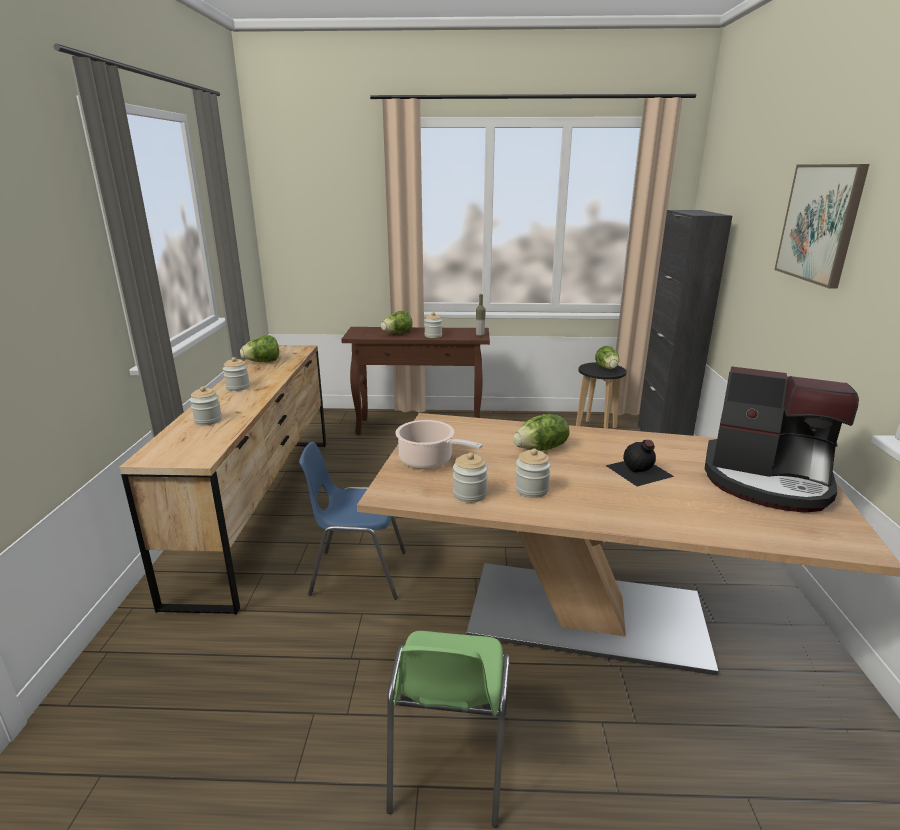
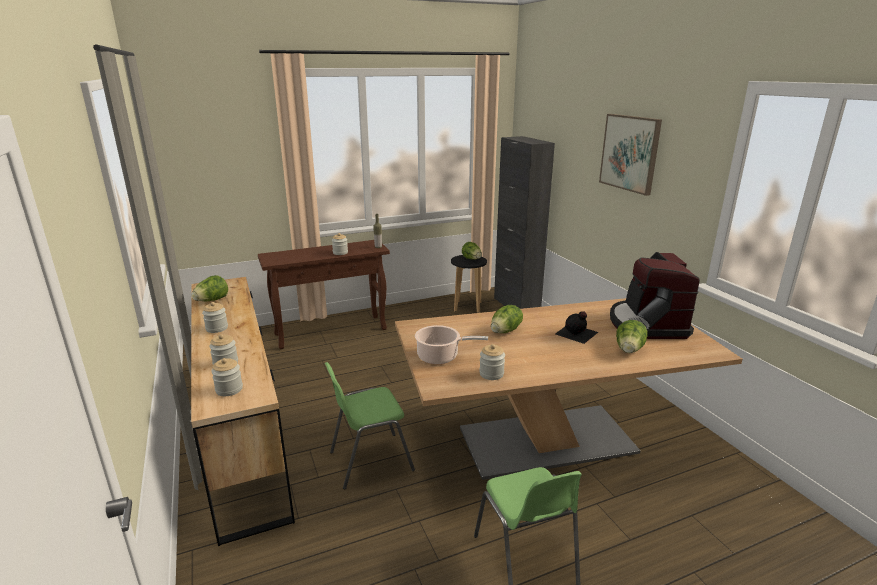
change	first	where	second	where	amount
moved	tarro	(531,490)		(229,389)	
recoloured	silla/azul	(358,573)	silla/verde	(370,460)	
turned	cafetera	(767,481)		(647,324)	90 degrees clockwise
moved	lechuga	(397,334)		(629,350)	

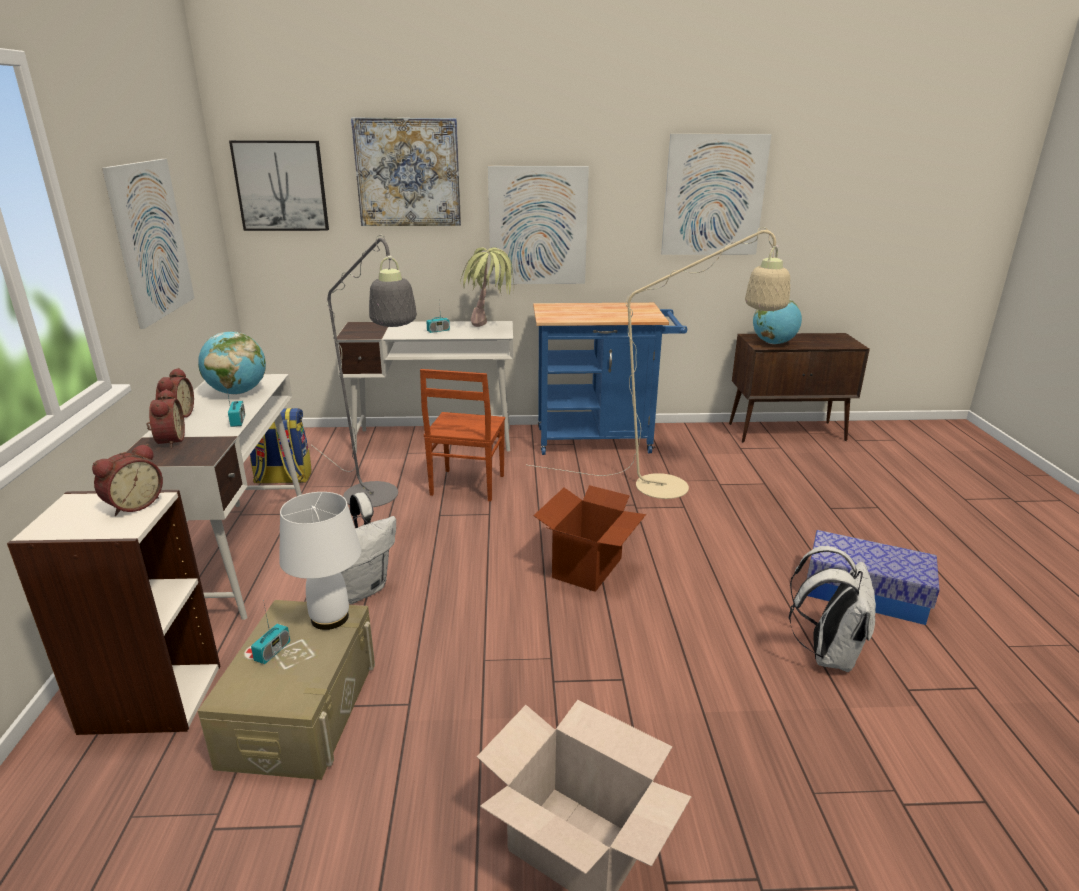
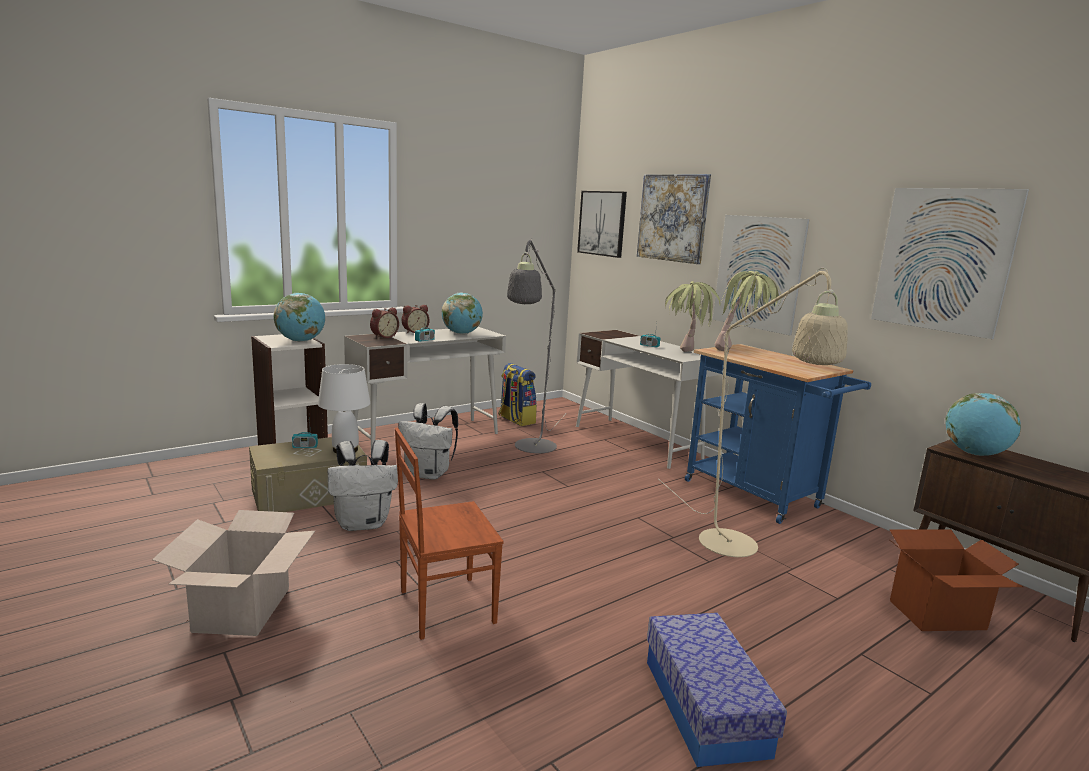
change	first	where	second	where	amount
replaced	despertador	(133,505)	globo terráqueo	(301,341)	
moved	mochila/blanco	(827,653)		(364,523)	
moved	silla/marrón	(466,486)		(445,606)	
added			planta en maceta	(741,351)	
moved	caja de cartón	(588,568)		(938,615)	
removed	cuadro	(151,240)			

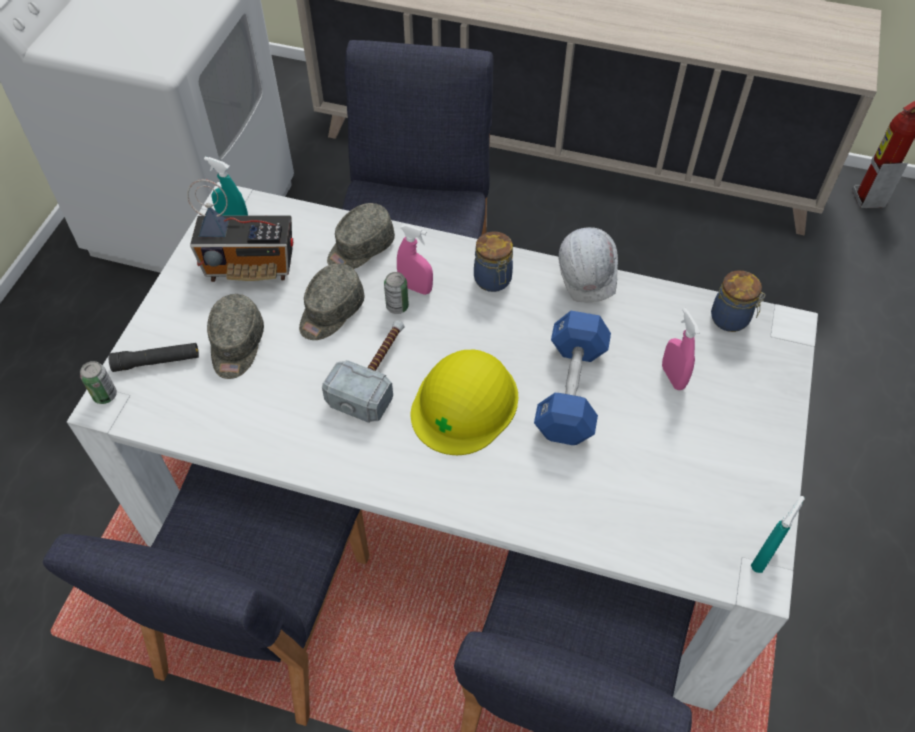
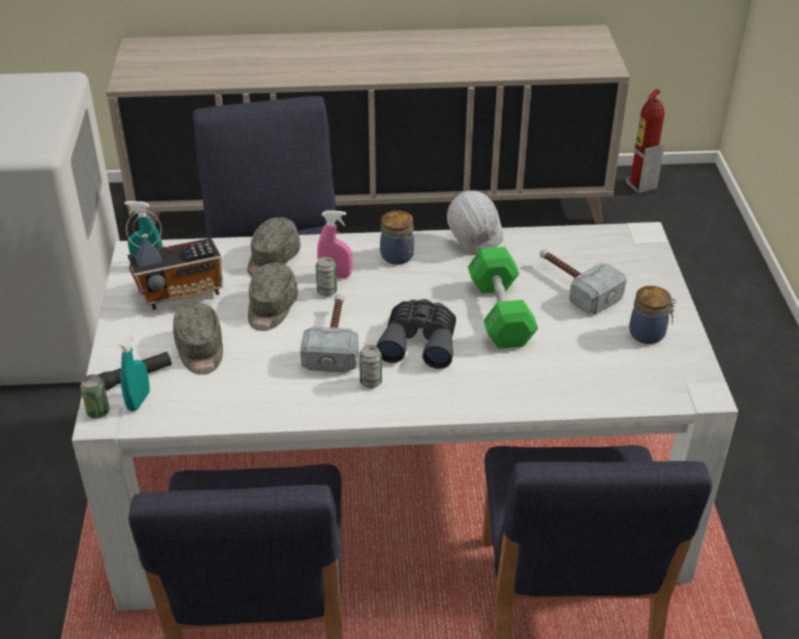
change	first	where	second	where	amount
moved	pulverizador/turquesa	(763,557)		(138,401)	
added			lata	(371,382)	
replaced	casco/amarillo	(465,403)	prismáticos/gris	(419,341)	
recoloured	mancuerna/azul	(571,390)	mancuerna/verde	(500,313)	
replaced	pulverizador/rosa	(673,377)	martillo	(574,286)	
moved	tarro	(731,319)		(648,334)	

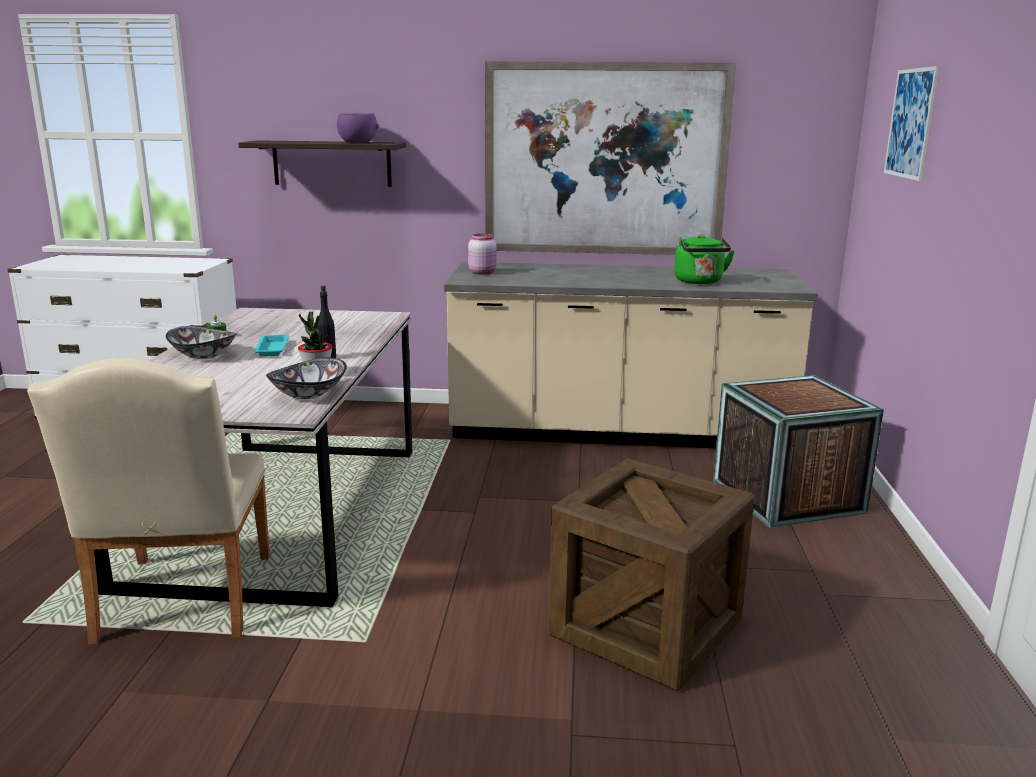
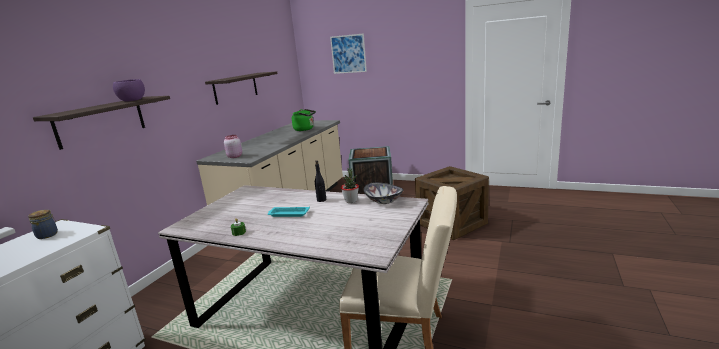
change	first	where	second	where	amount
added			tarro	(48,235)	
replaced	cuadro	(605,160)	estante	(235,88)	
removed	cuenco	(204,355)			

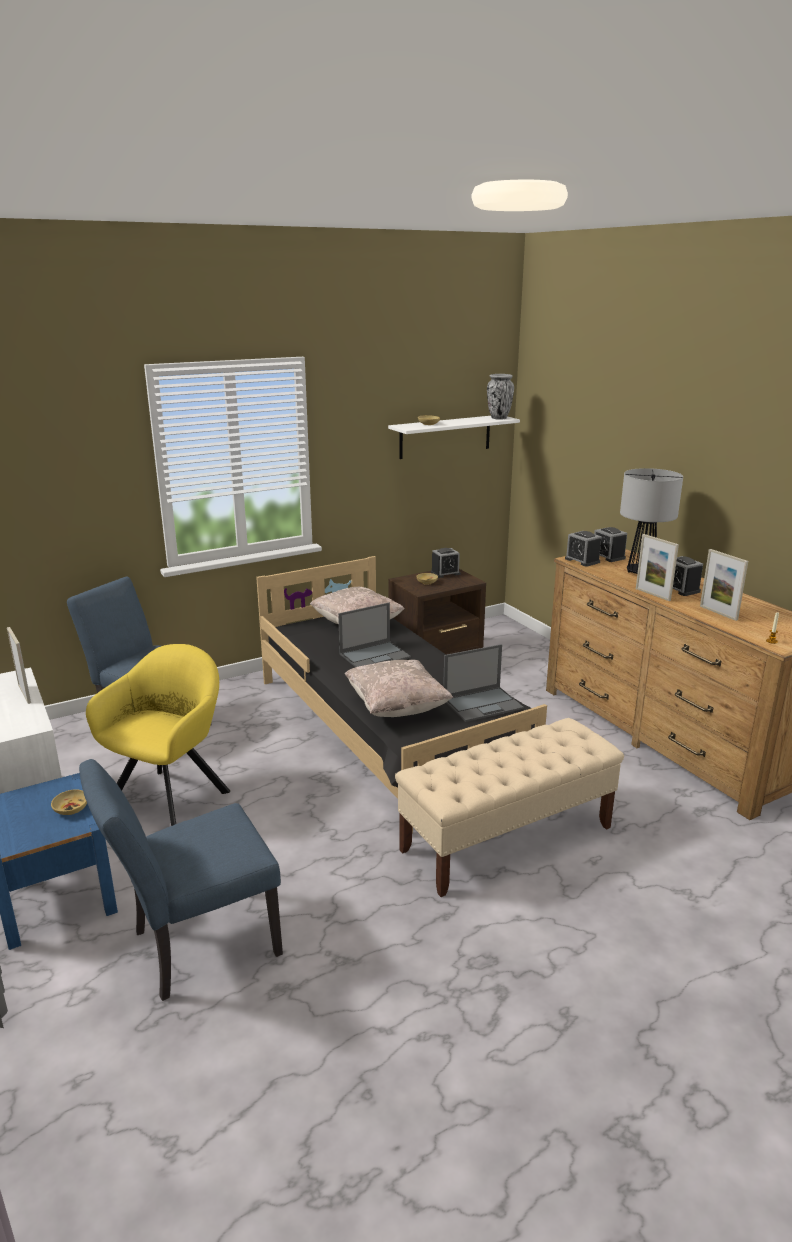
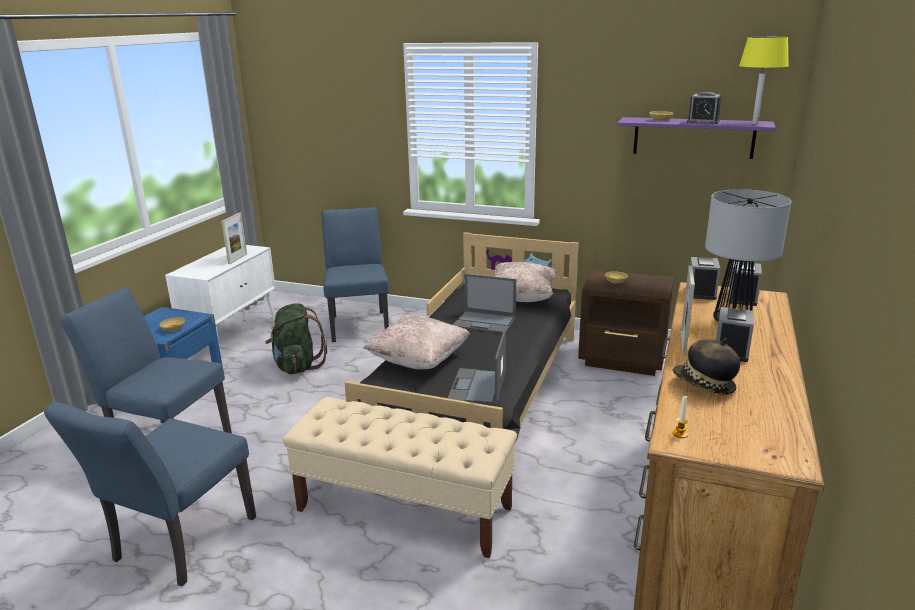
change	first	where	second	where	amount
added			silla/azul	(177,545)	
replaced	sillón/amarillo	(172,798)	mochila/verde	(297,366)	
turned	portátil	(483,704)		(477,387)	75 degrees clockwise
recoloured	estante/blanco	(445,436)	estante/morado	(693,137)	
replaced	portarretratos	(718,613)	sombrero	(704,385)	
moved	despertador	(445,573)		(703,122)	
replaced	florero	(498,418)	lámpara de mesa/amarillo	(754,123)	

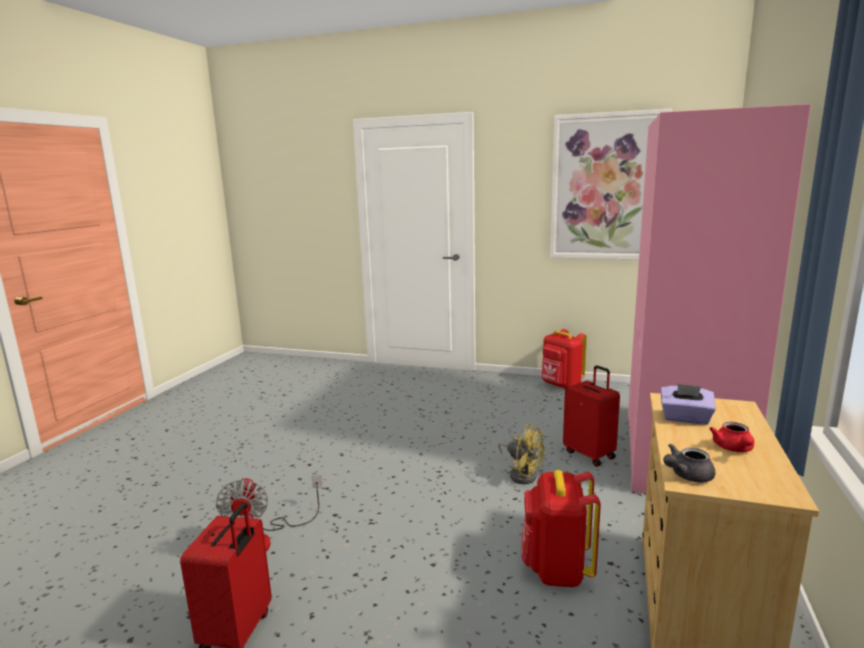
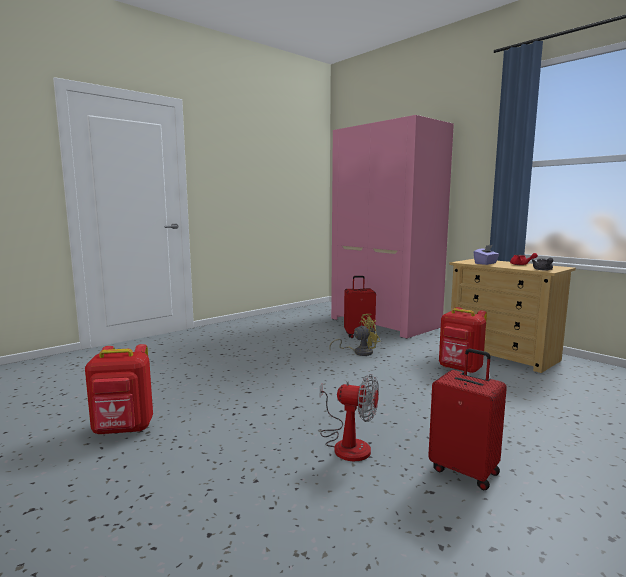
change	first	where	second	where	amount
moved	mochila/rojo	(561,385)		(123,430)	
removed	cuadro	(607,187)			

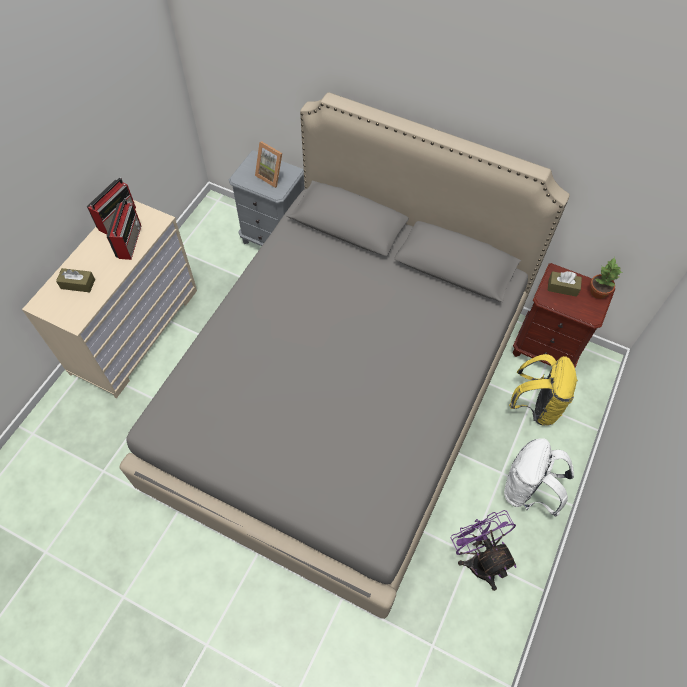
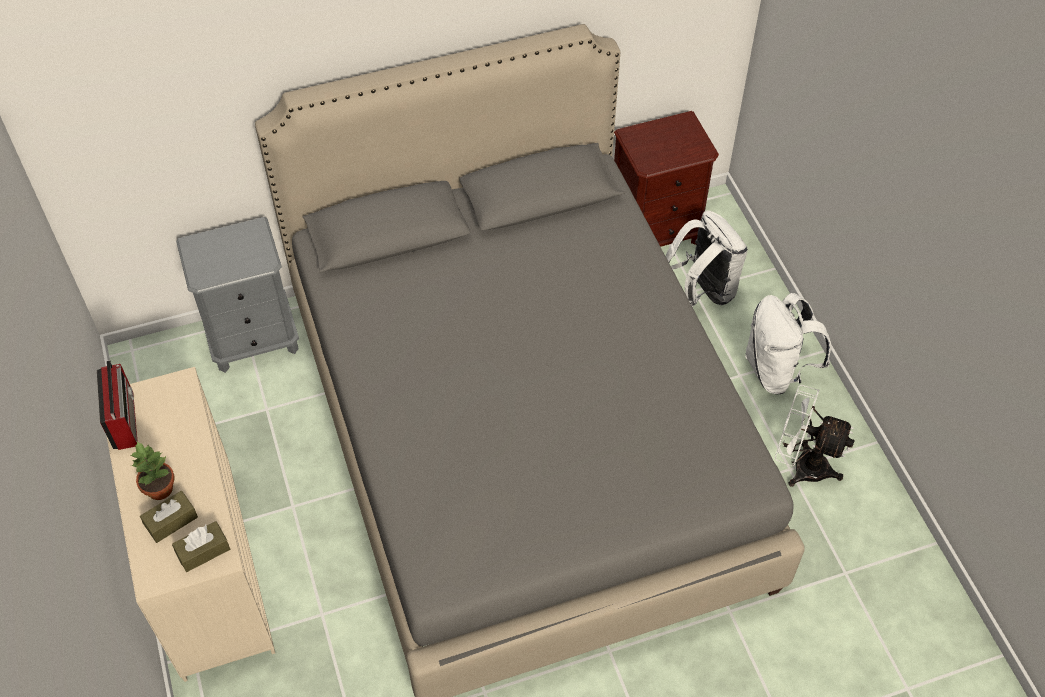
change	first	where	second	where	amount
moved	planta en maceta	(598,291)		(159,488)	
moved	caja de pañuelos/marrón	(562,287)		(203,551)	
recoloured	mochila/amarillo	(536,405)	mochila/blanco	(703,290)	
recoloured	ventilador/morado	(479,558)	ventilador/blanco	(801,465)	
removed	radio	(129,241)			
removed	portarretratos	(272,175)			

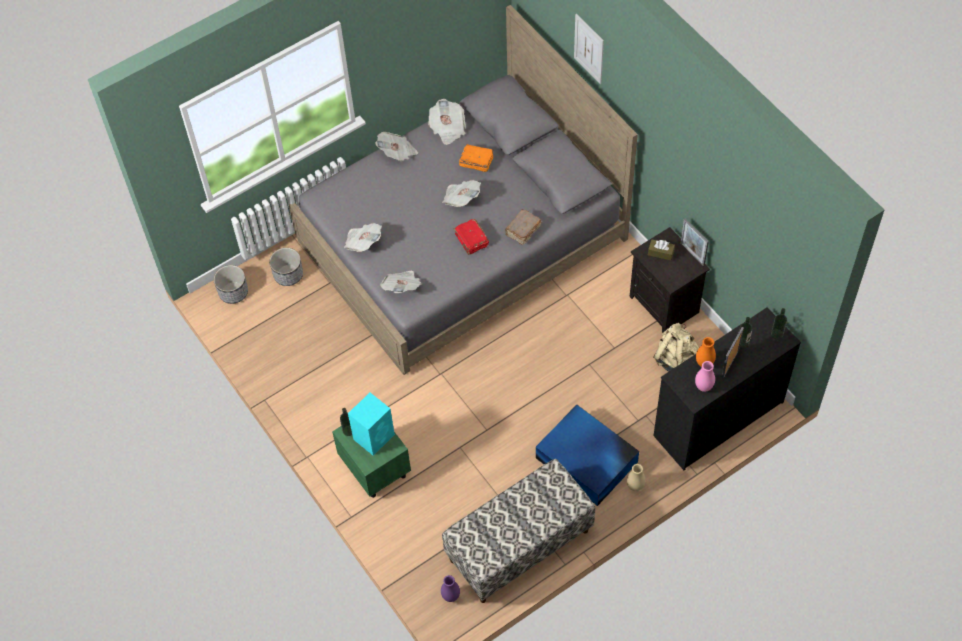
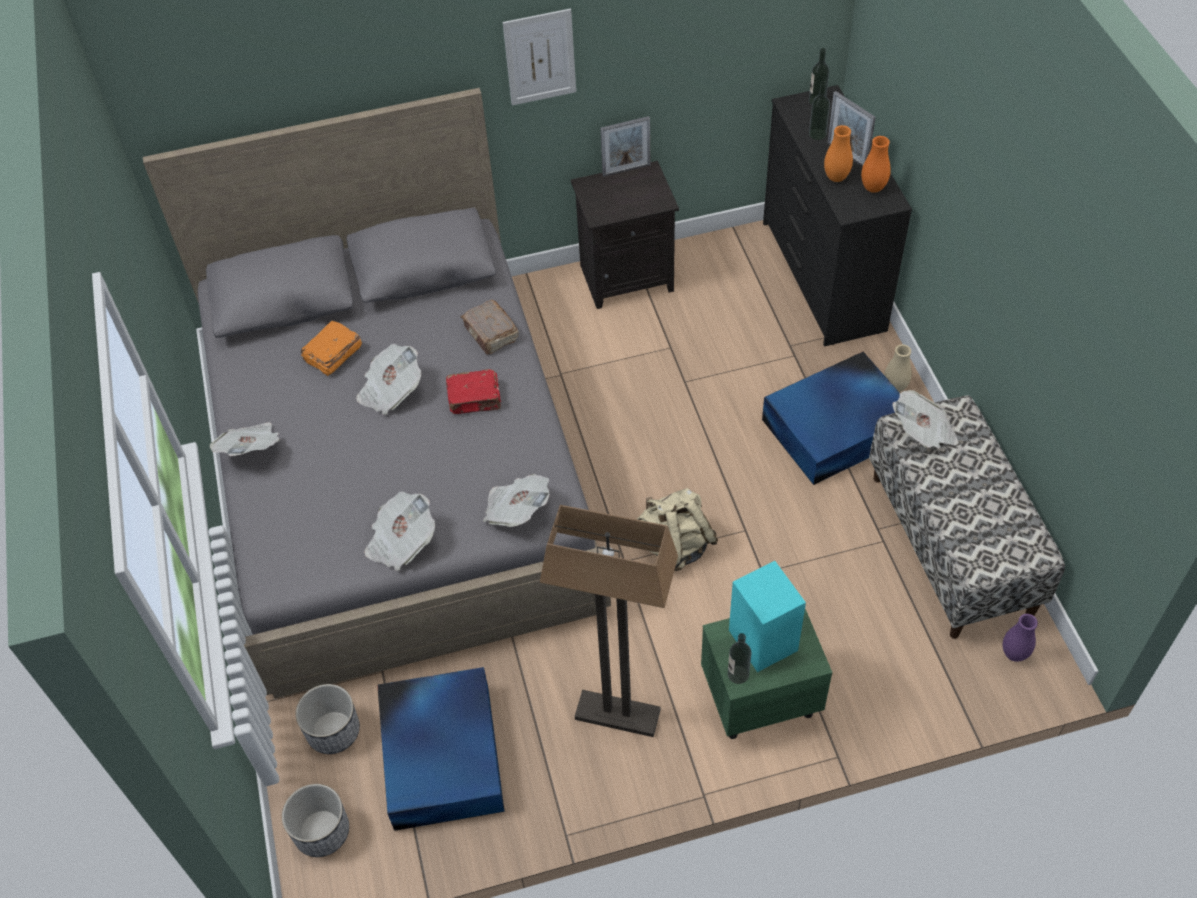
change	first	where	second	where	amount
added			caja de almacenaje/azul	(443,754)	
moved	cuadro	(589,49)		(540,57)	
added			lámpara de pie	(618,714)	
moved	mochila/beis	(676,359)		(675,546)	
recoloured	florero/rosa	(703,387)	florero/naranja	(873,188)	
moved	periódico	(447,129)		(923,432)	
removed	caja de pañuelos/marrón	(660,252)			

